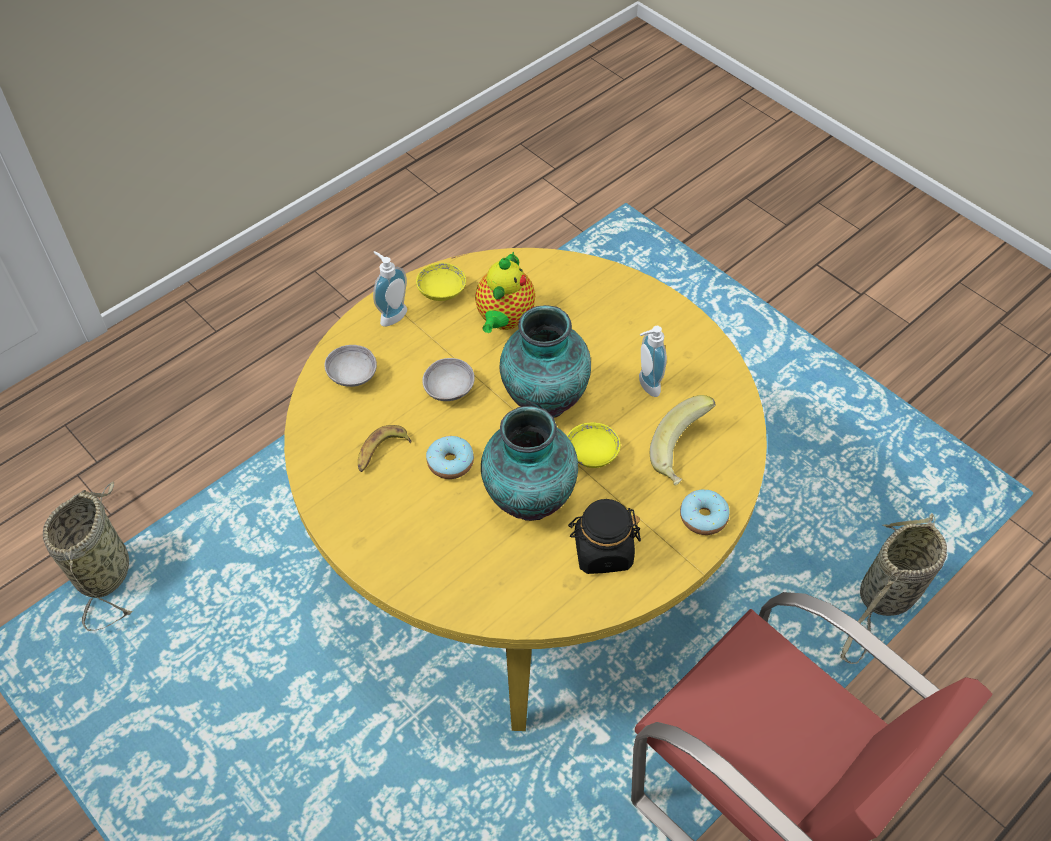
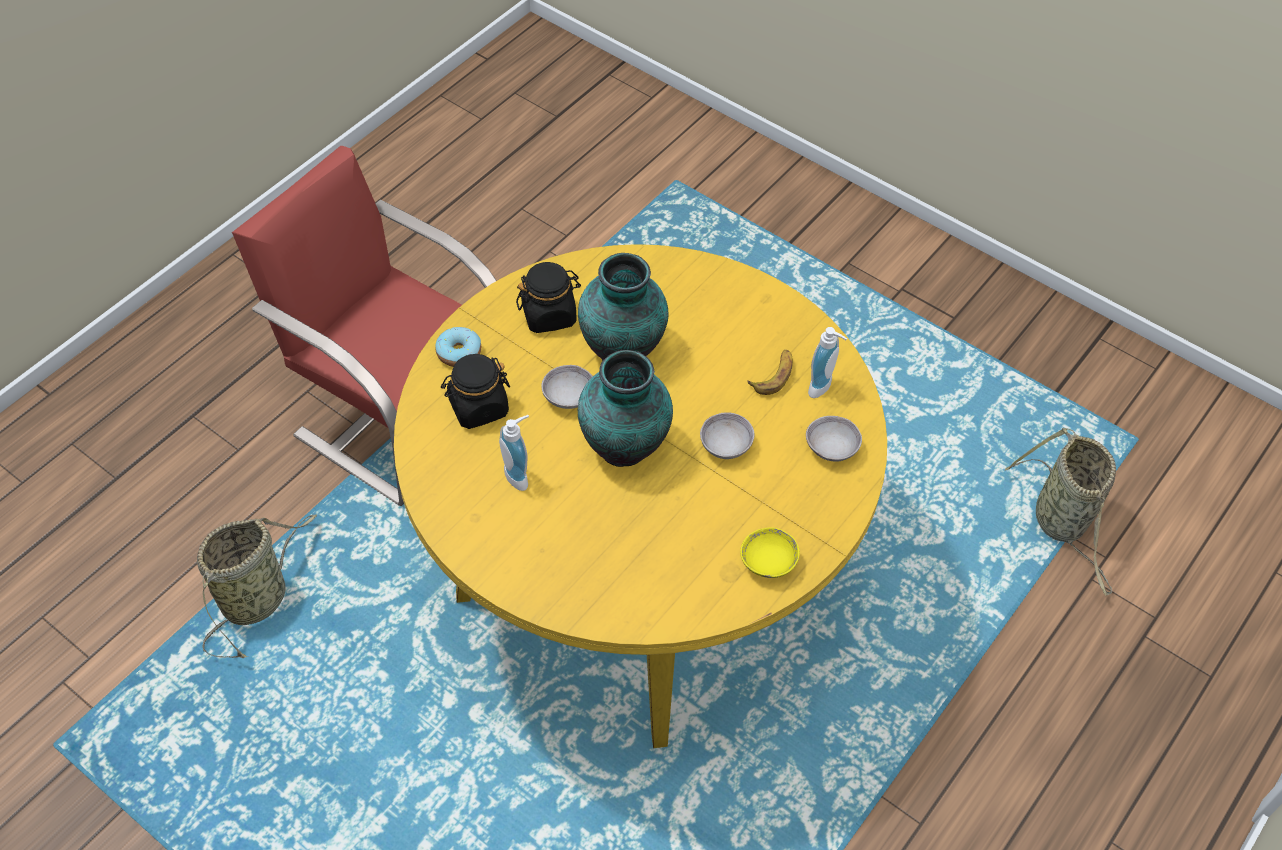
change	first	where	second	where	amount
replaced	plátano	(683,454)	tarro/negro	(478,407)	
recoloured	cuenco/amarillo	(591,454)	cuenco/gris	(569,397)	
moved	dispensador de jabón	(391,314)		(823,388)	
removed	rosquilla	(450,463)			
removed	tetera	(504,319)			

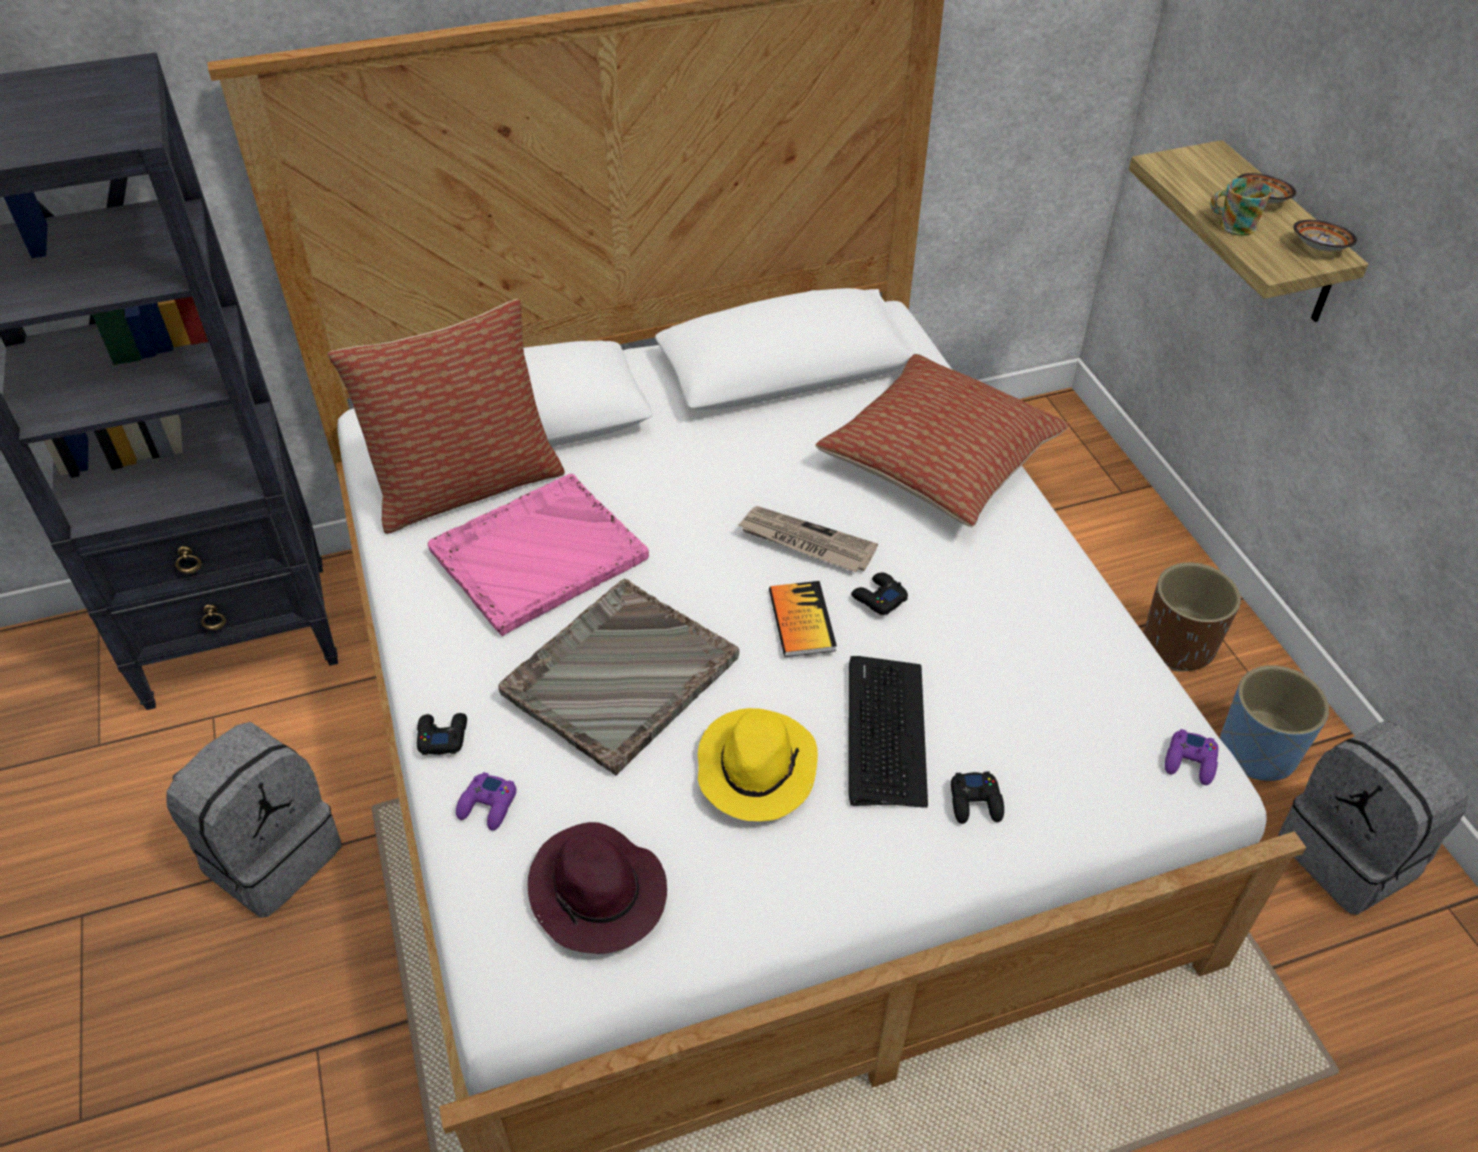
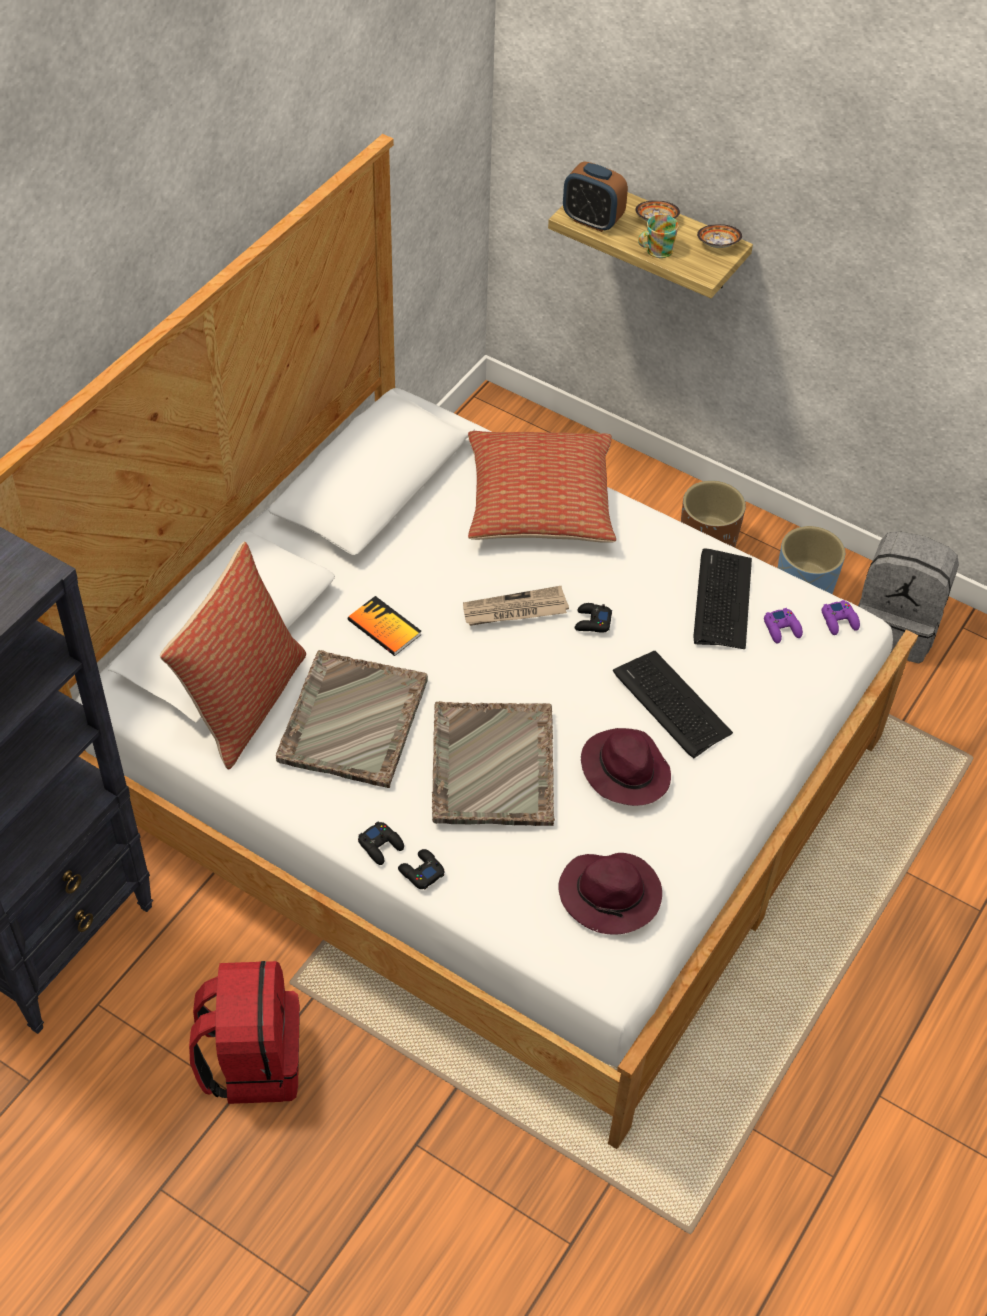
change	first	where	second	where	amount
recoloured	mochila/gris	(271,855)	mochila/rojo	(252,1060)	
recoloured	bandeja/rosa	(537,555)	bandeja/gris	(352,722)	
moved	libro	(801,620)		(384,627)	
moved	mando de consola/negro	(975,802)		(381,846)	
added			despertador	(592,220)	
recoloured	sombrero/amarillo	(756,767)	sombrero/morado	(624,770)	
added			teclado	(721,600)	
moved	mando de consola/morado	(488,806)		(782,629)	

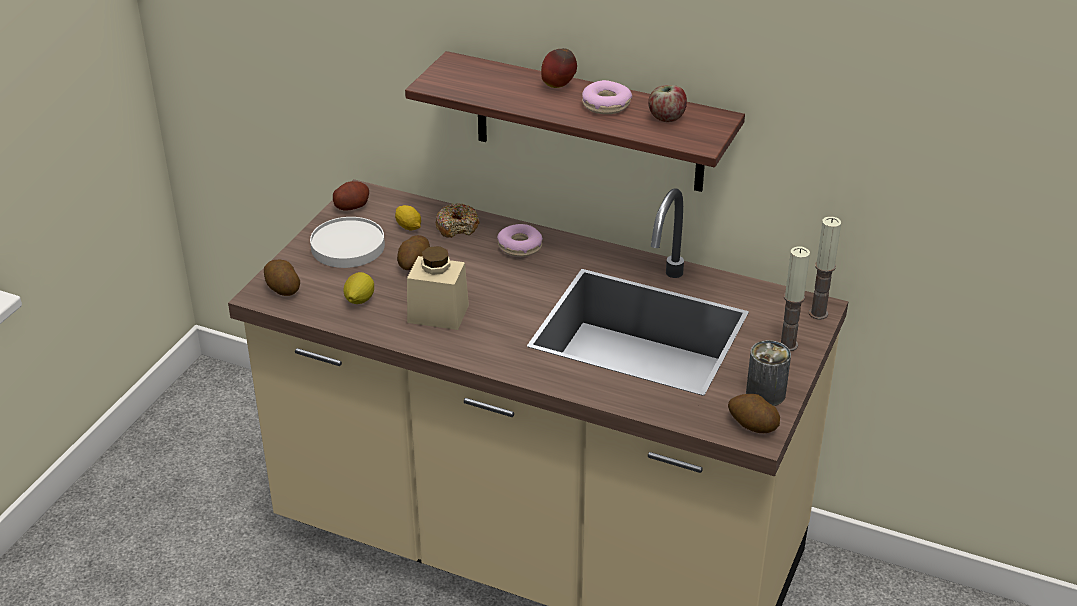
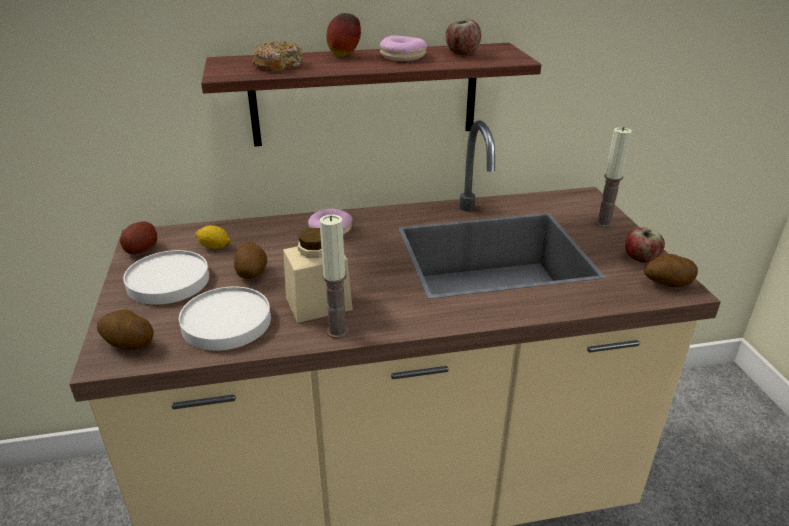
change	first	where	second	where	amount
replaced	limón	(359,300)	plato/blanco	(227,322)	
moved	rosquilla	(457,227)		(278,65)	
moved	vela	(818,313)		(337,331)	
replaced	lata	(765,393)	manzana	(640,259)	

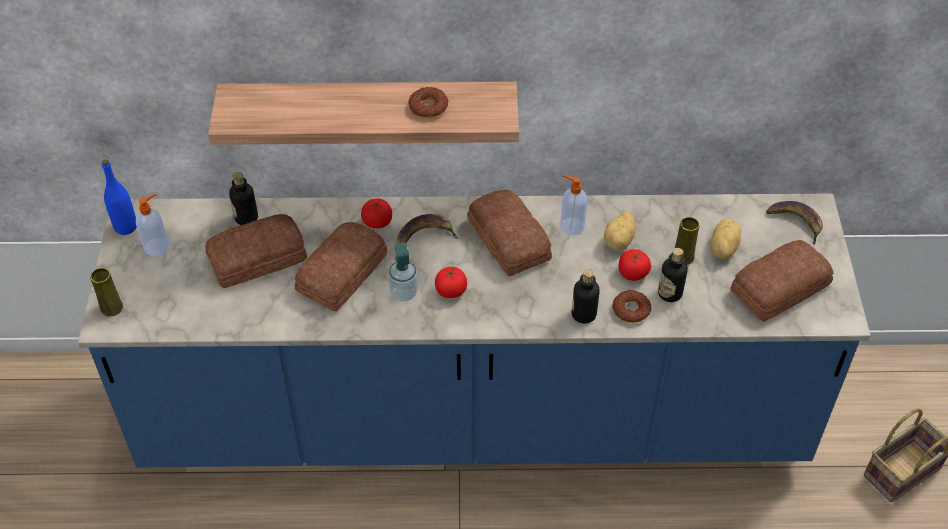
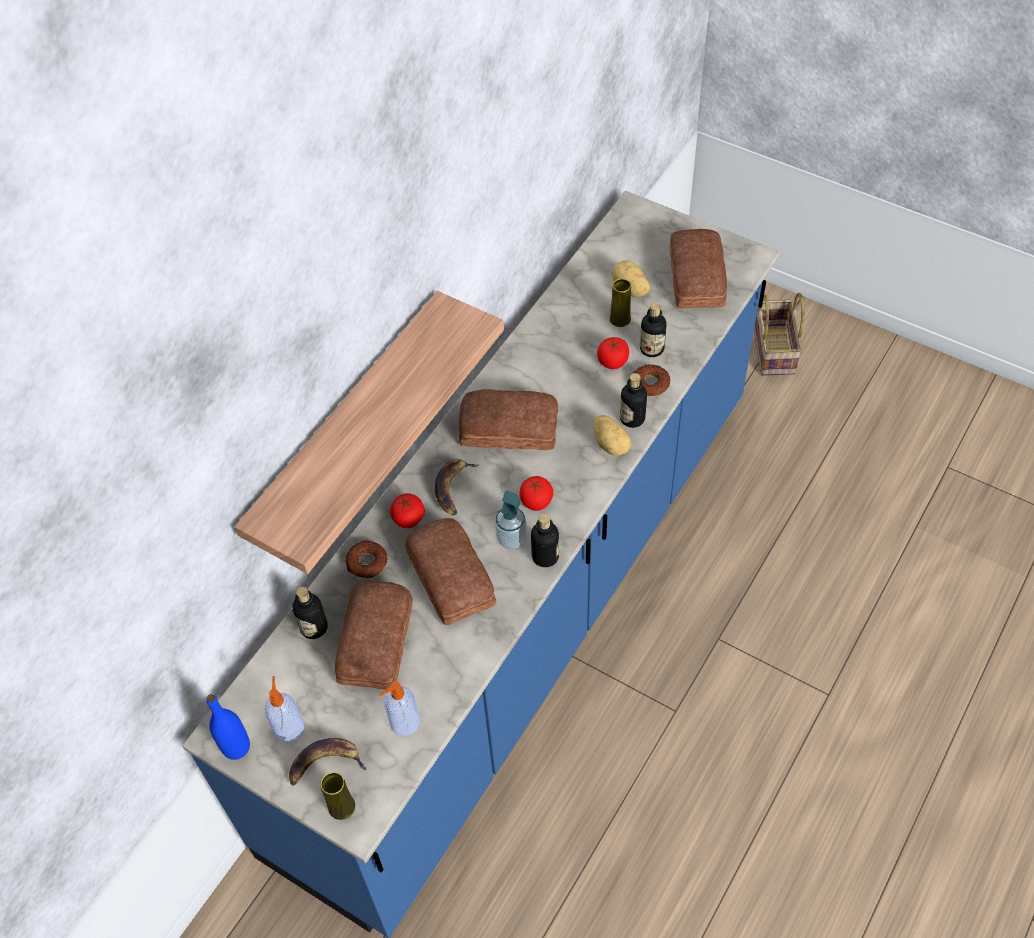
change	first	where	second	where	amount
moved	plátano	(796,222)		(325,763)	
moved	rosquilla	(428,107)		(367,563)	
moved	dispensador de jabón	(571,226)		(403,722)	
added			botella	(545,556)	
moved	patata	(620,241)		(611,444)	

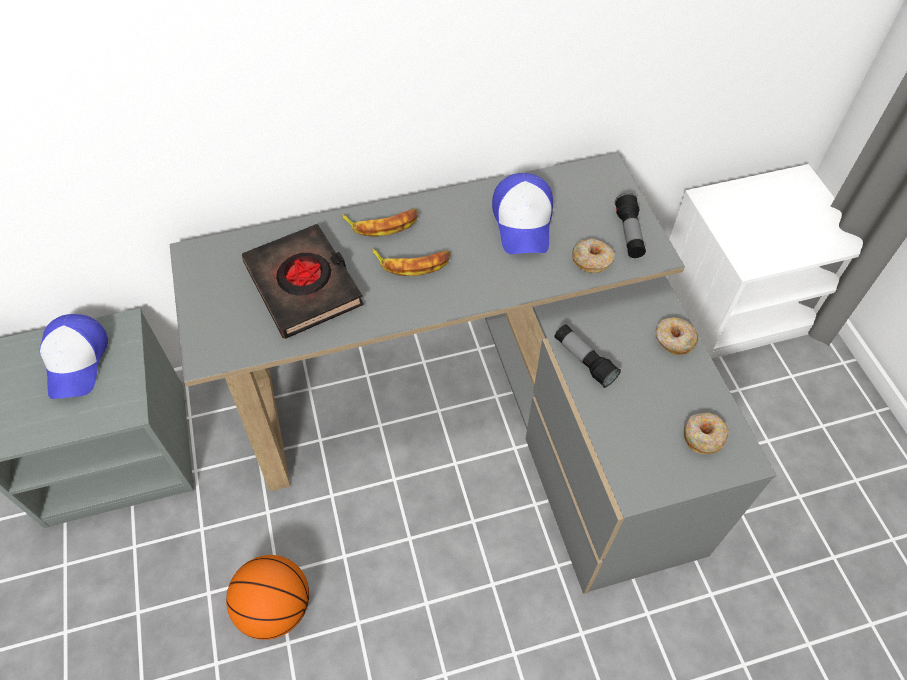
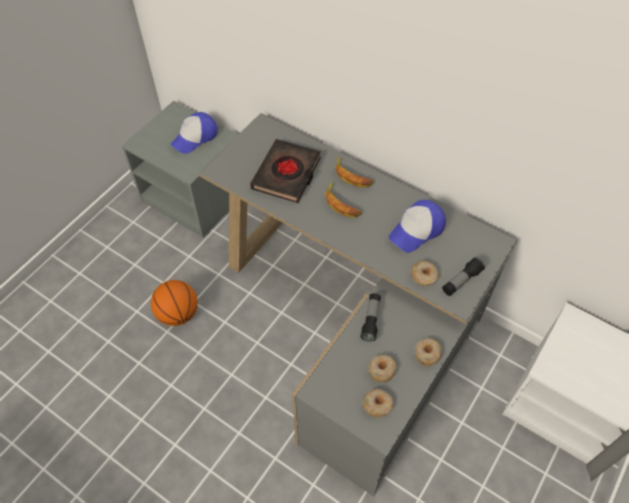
change	first	where	second	where	amount
added			rosquilla	(381,370)	

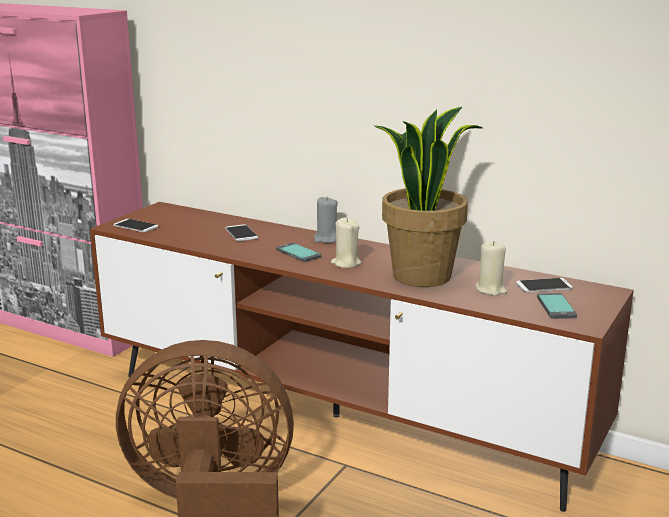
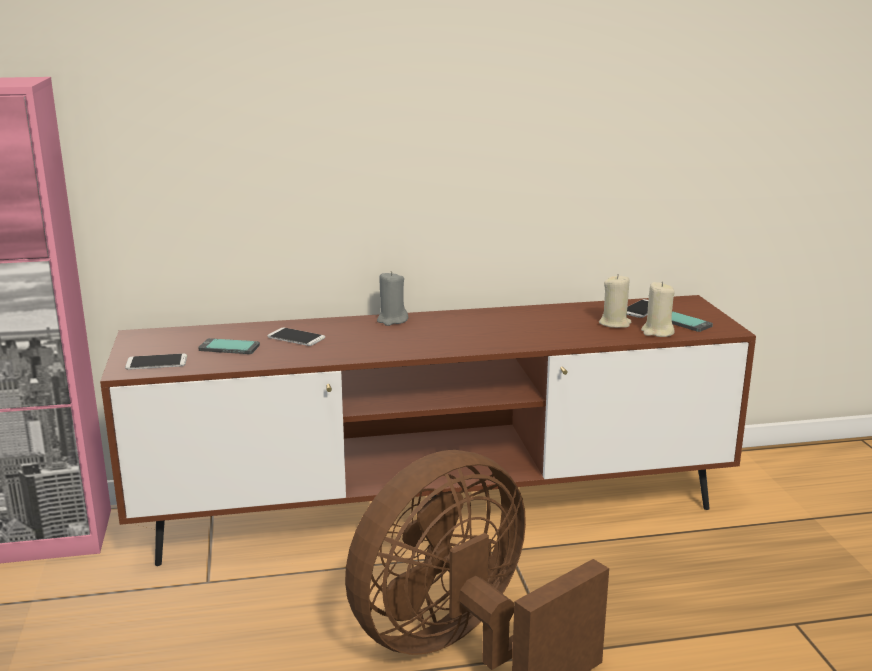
change	first	where	second	where	amount
moved	móvil	(298,253)		(229,348)	
moved	vela/beis	(346,263)		(657,332)	
removed	planta en maceta	(421,275)			

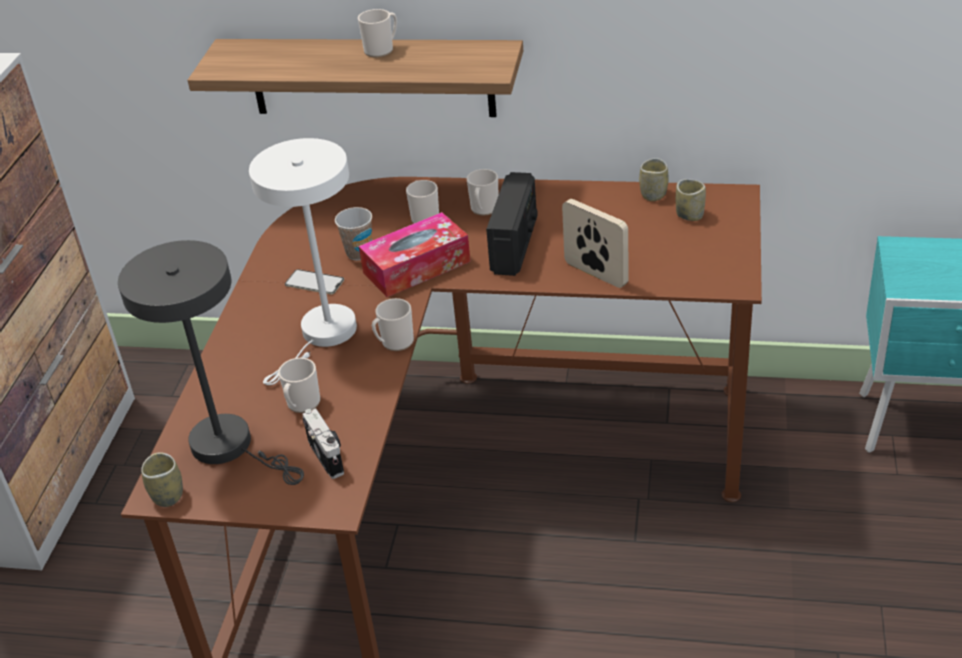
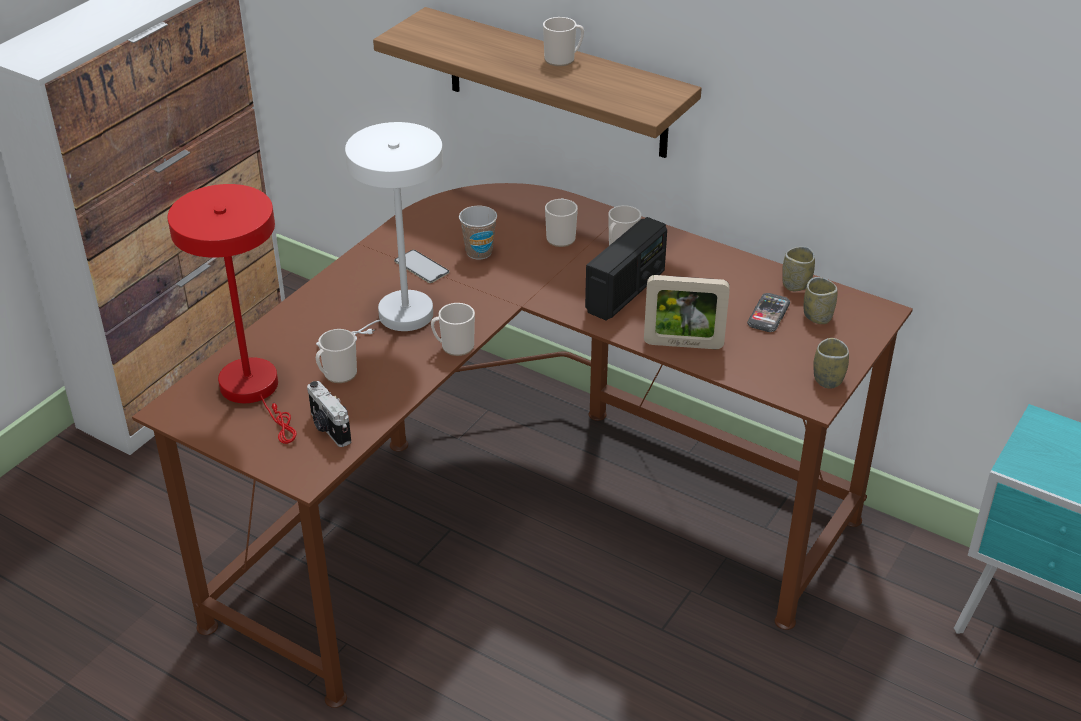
change	first	where	second	where	amount
recoloured	lámpara de mesa/gris	(230,446)	lámpara de mesa/rojo	(255,390)	
turned	cámara	(328,456)		(328,428)	150 degrees clockwise
turned	portarretratos	(596,274)		(683,344)	120 degrees clockwise
added			móvil	(768,314)	
moved	taza	(167,495)		(828,379)	
removed	caja de pañuelos	(416,267)			

